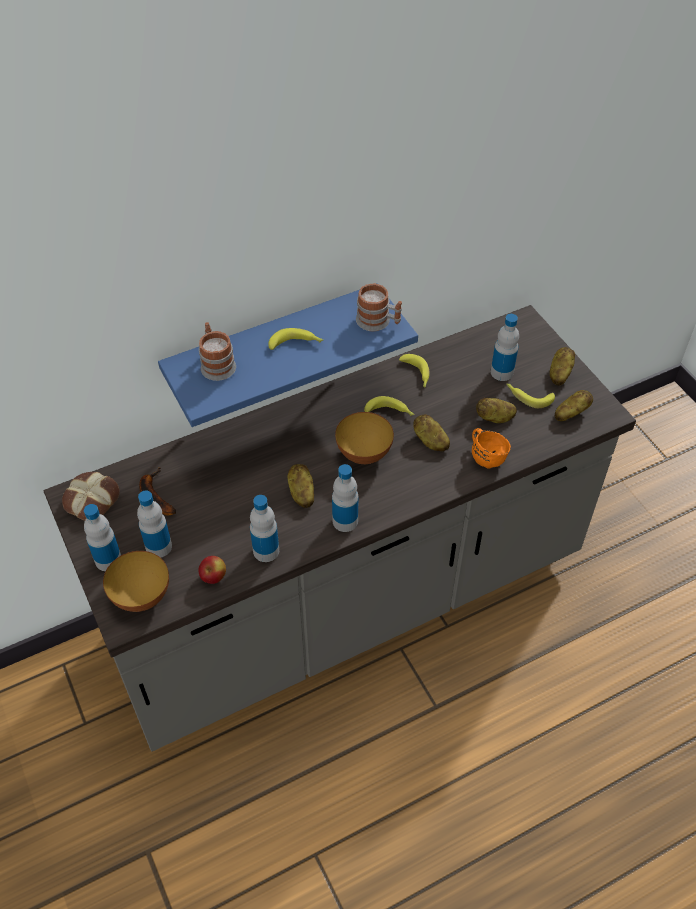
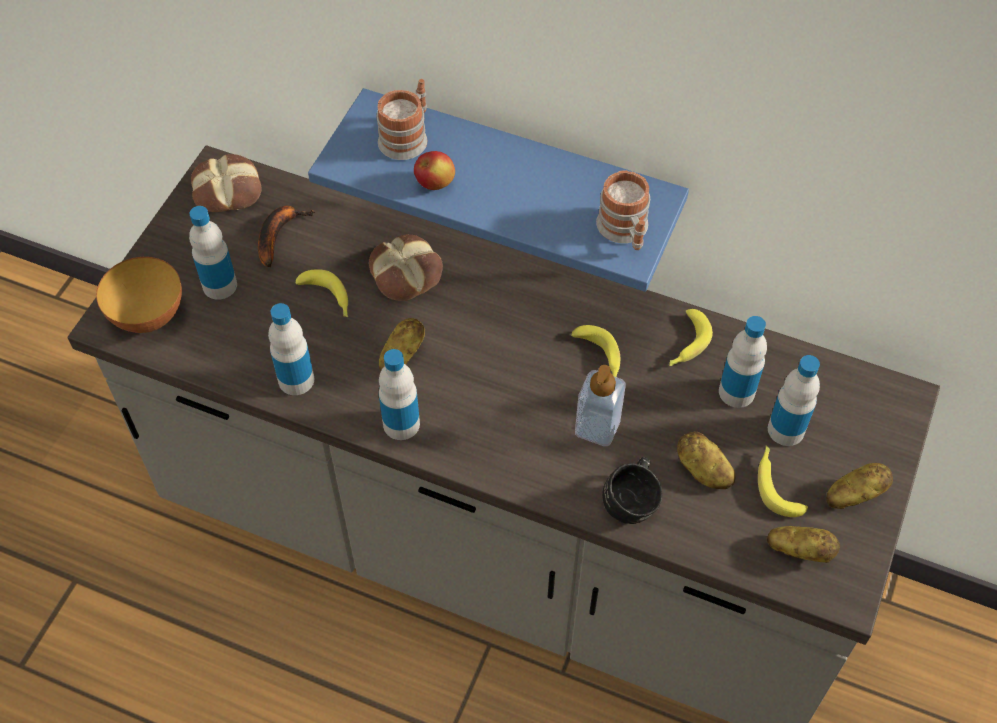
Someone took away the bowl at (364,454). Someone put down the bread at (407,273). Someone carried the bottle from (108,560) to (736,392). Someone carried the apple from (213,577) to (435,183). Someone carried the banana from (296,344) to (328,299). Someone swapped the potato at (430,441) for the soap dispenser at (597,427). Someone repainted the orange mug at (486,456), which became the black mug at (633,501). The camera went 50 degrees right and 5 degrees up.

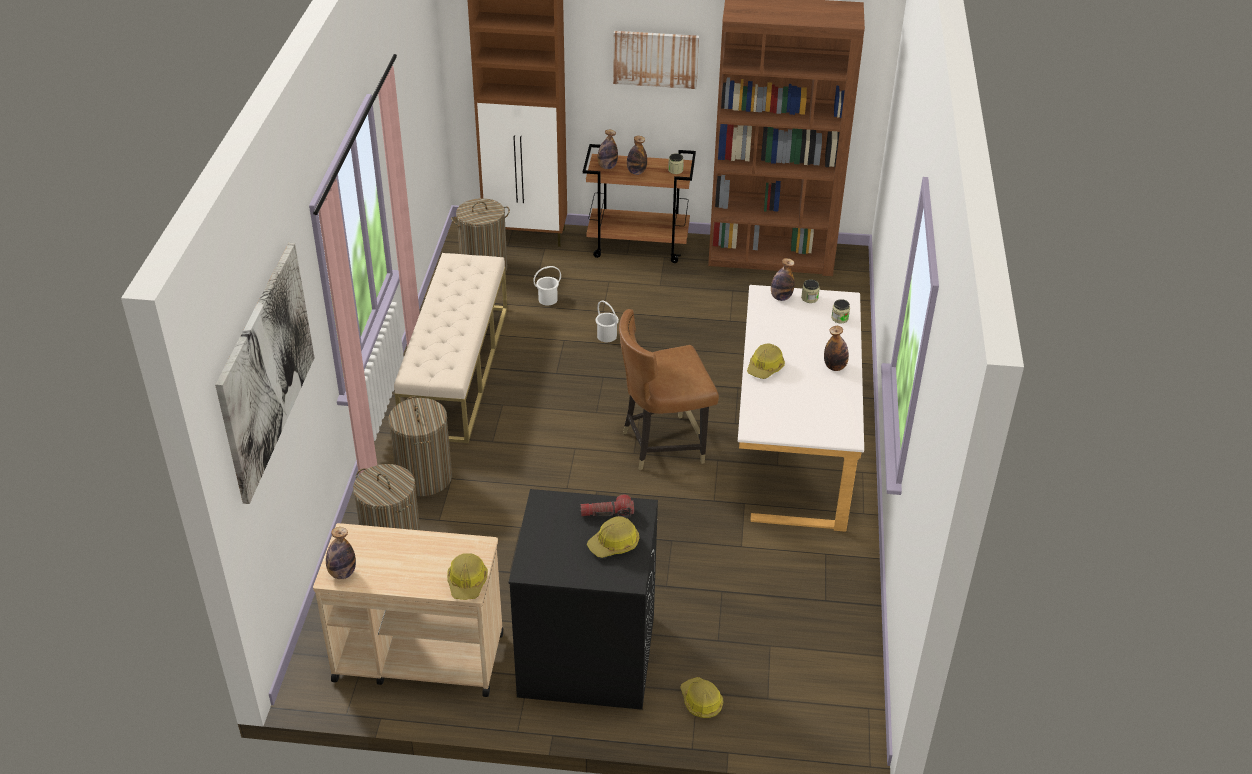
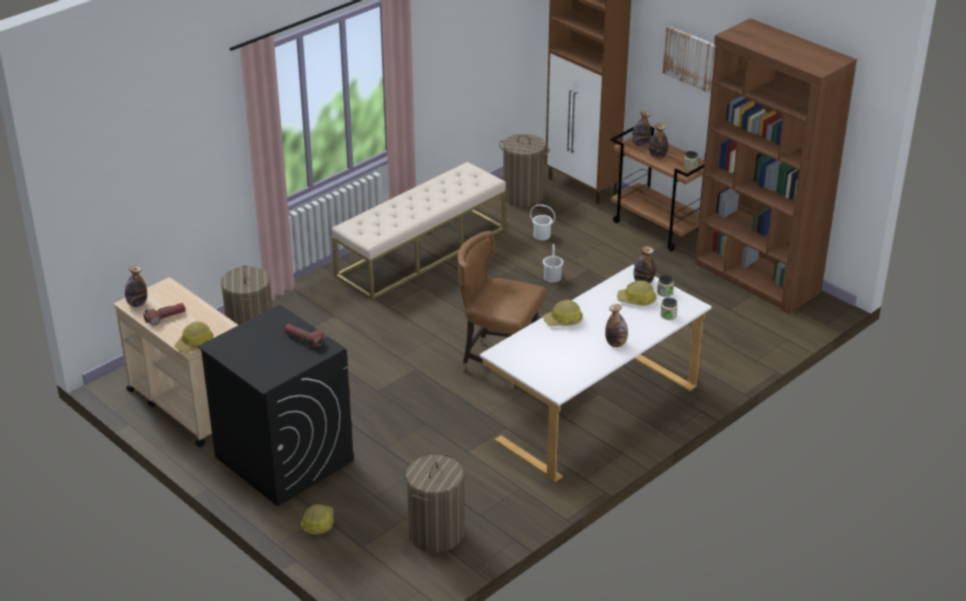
Someone took away the picture at (266,369). Someone put down the flashlight at (165,318). Someone carried the laundry basket from (424,477) to (436,534). Someone carried the hard hat from (614,544) to (637,300). The camera went 40 degrees right and 5 degrees down.

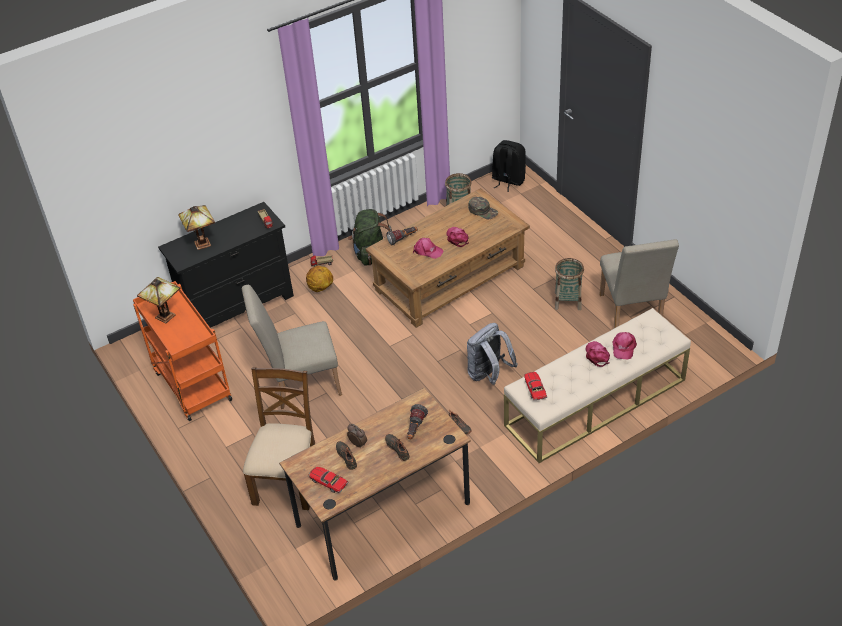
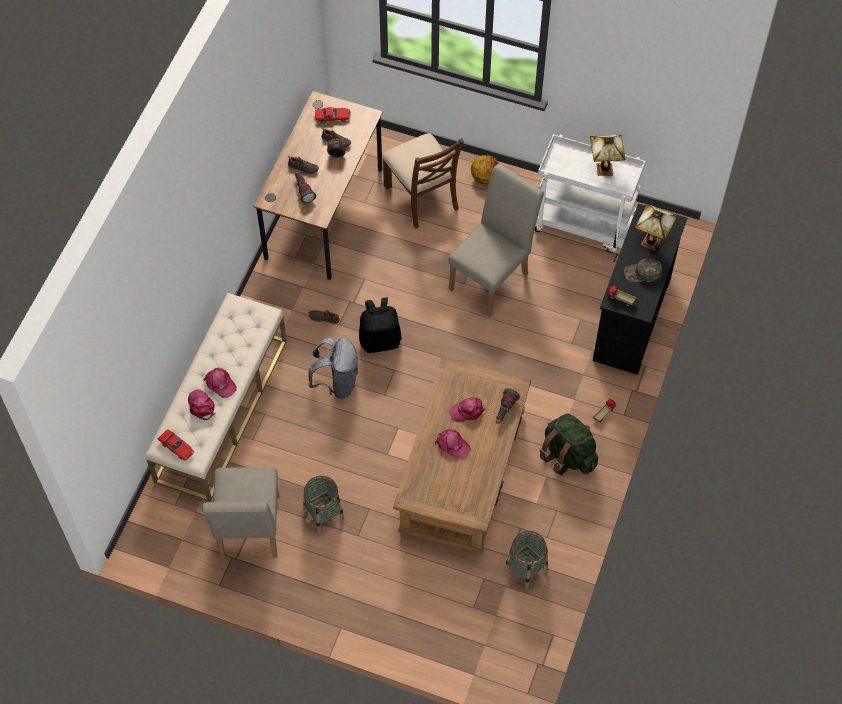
Someone carried the basketball from (320,288) to (485,177). Someone carried the green cap from (483,211) to (642,273). Someone carried the black backpack from (508,180) to (380,340). Someone carried the toy car from (535,388) to (177,447). Someone repainted the orange cart at (191,385), which became the white cart at (584,224). Someone rotated the beige chair at (631,315) by 135 degrees counterclockwise. The camera went 140 degrees right and 15 degrees up.

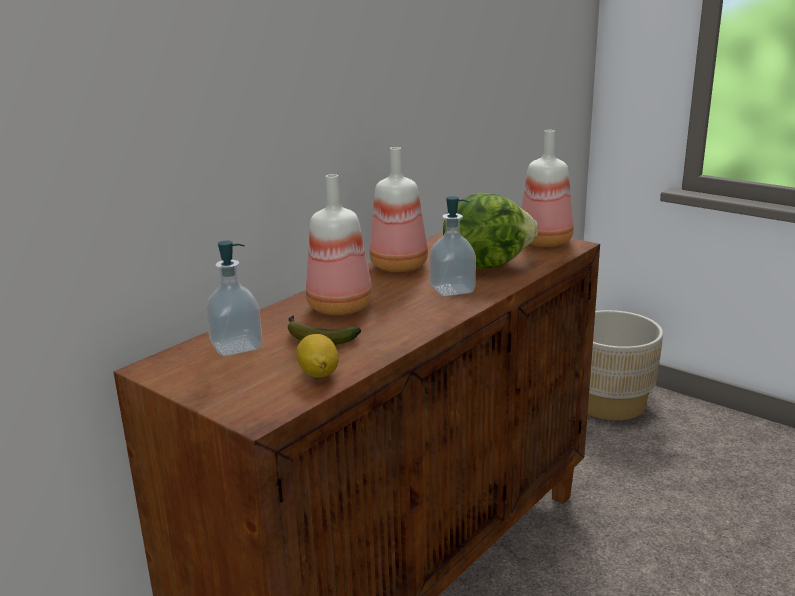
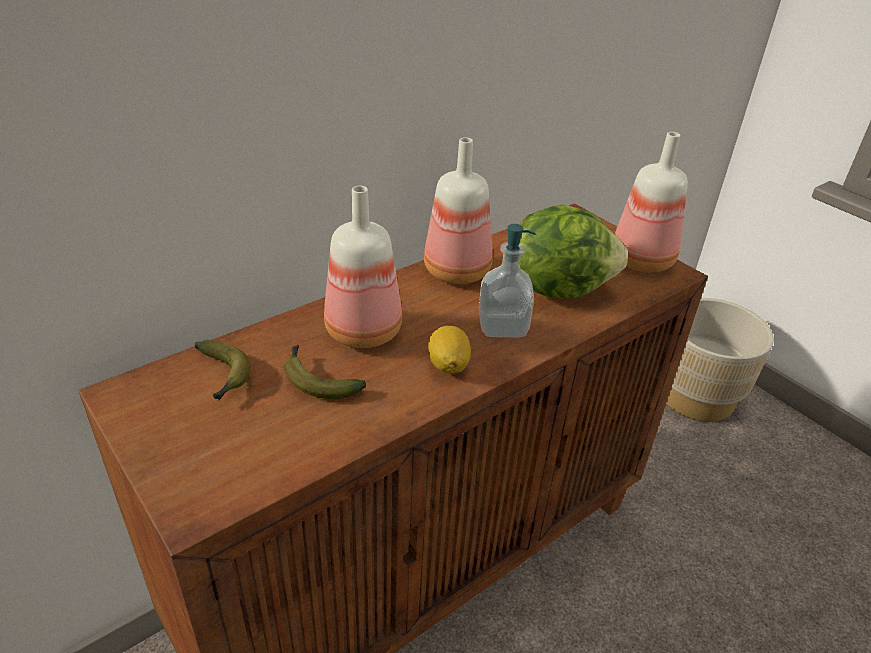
Someone carried the lemon from (318,373) to (448,365). Someone swapped the soap dispenser at (236,346) for the banana at (223,376). The camera went 10 degrees right and 15 degrees up.

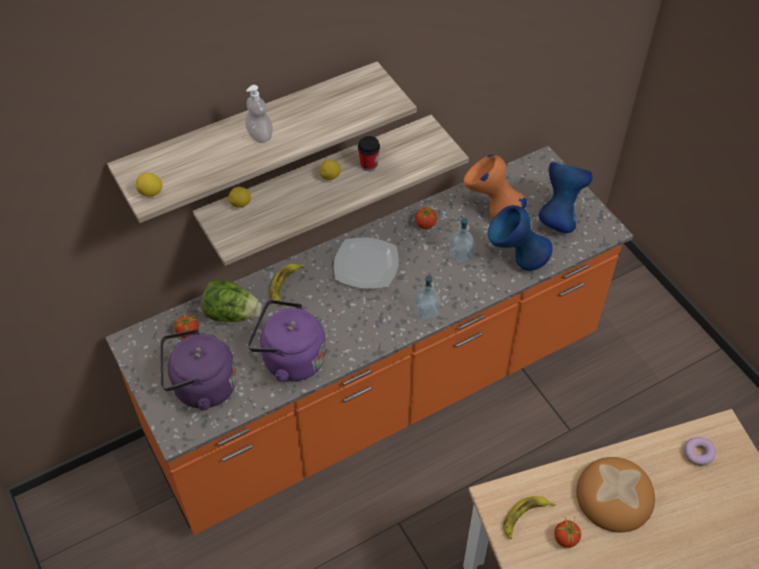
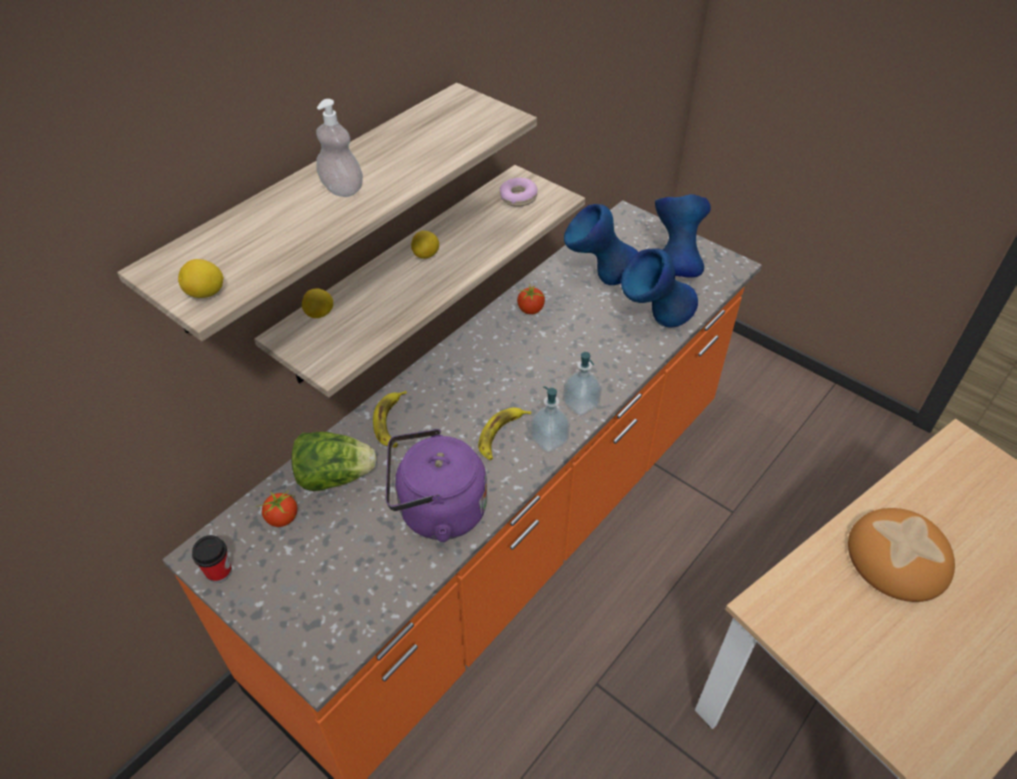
Someone took away the purple kettle at (201,387). Someone took away the plate at (365,265). Someone took away the tomato at (565,538). Someone carried the cup from (369,165) to (219,572). Someone carried the soap dispenser from (461,254) to (549,440). Someone carried the banana from (525,517) to (501,435). Someone carried the donut from (698,453) to (518,197). Someone repainted the orange vase at (492,212), which became the blue vase at (599,278). The camera went 20 degrees left and 5 degrees down.

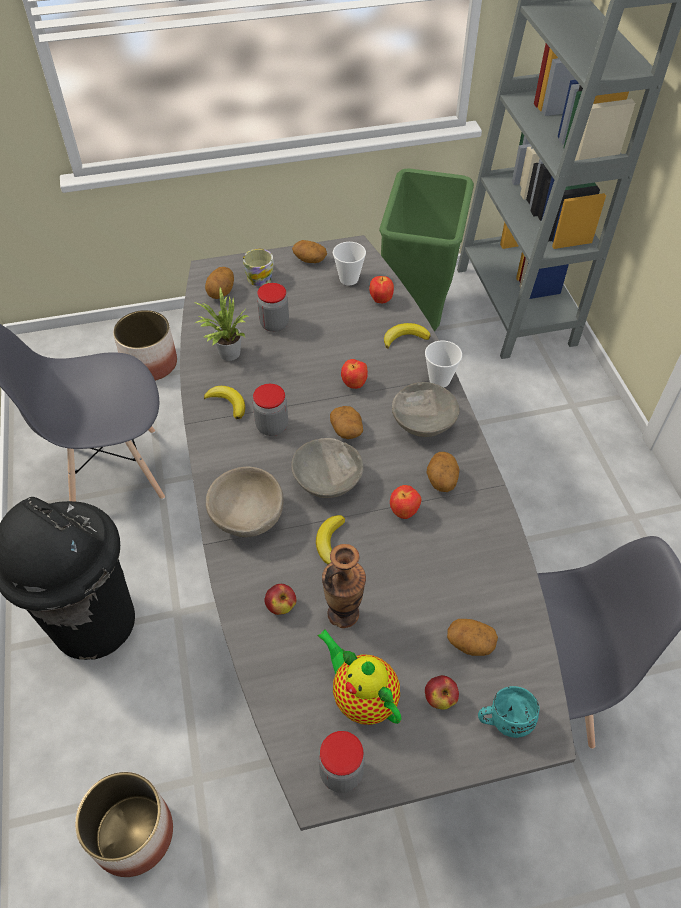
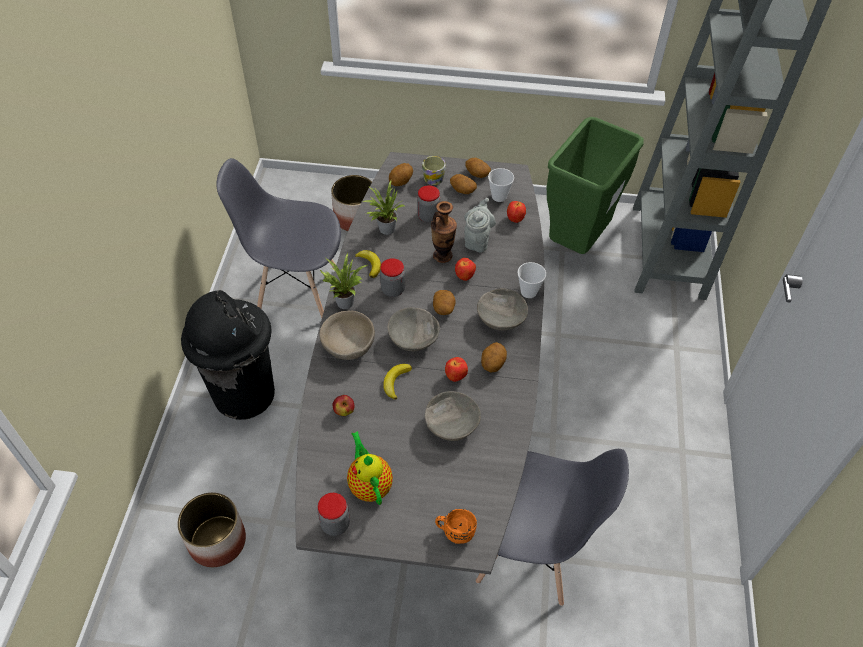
Someone took away the banana at (405,338). Someone took away the apple at (440,698). Someone put down the potted plant at (344,301). Someone put down the grey bowl at (451,426). Someone put down the grey teapot at (477,240). Someone carried the vase from (343,613) to (442,255). Someone carried the potato from (470,643) to (462,189). Someone repainted the turquoise mug at (504,718), which became the orange mug at (455,530). The camera went 20 degrees right and 0 degrees up.

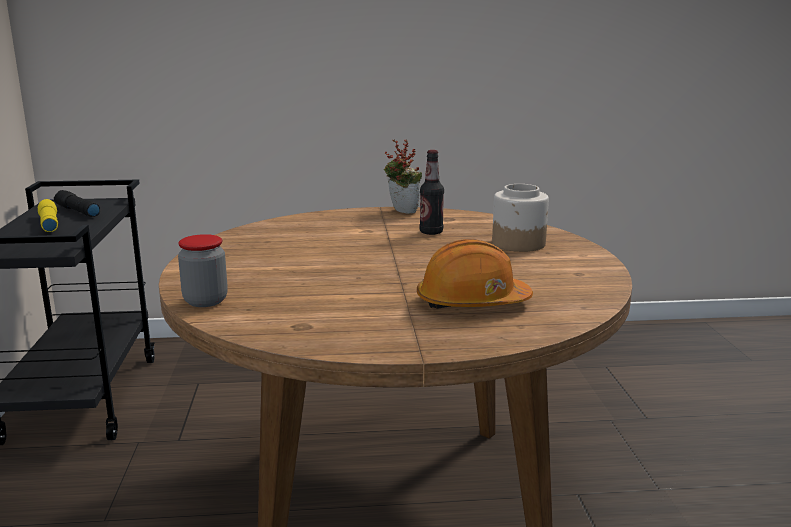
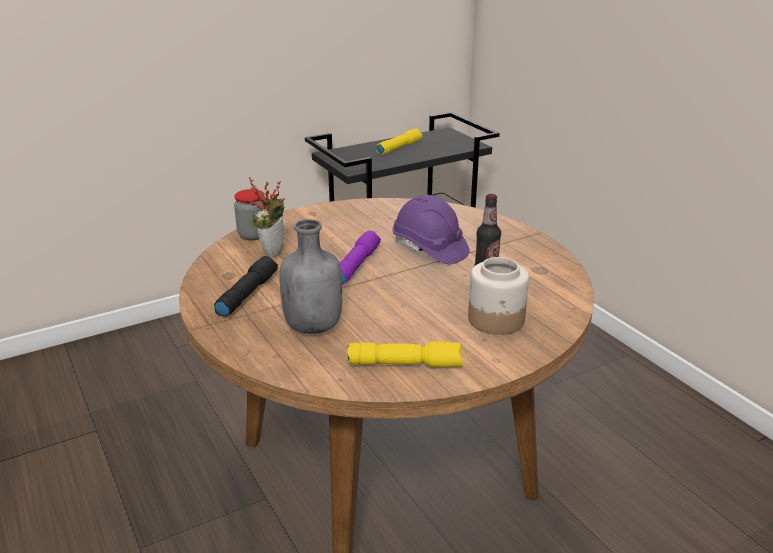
Someone put down the purple flashlight at (355,265). Someone put down the yellow flashlight at (405,363). Someone put down the purple hard hat at (429,249). Someone carried the black flashlight from (77,211) to (246,294). Someone carried the potted plant from (401,212) to (271,251). Someone swapped the orange hard hat at (471,303) for the grey bottle at (313,326). The camera went 65 degrees right and 10 degrees up.

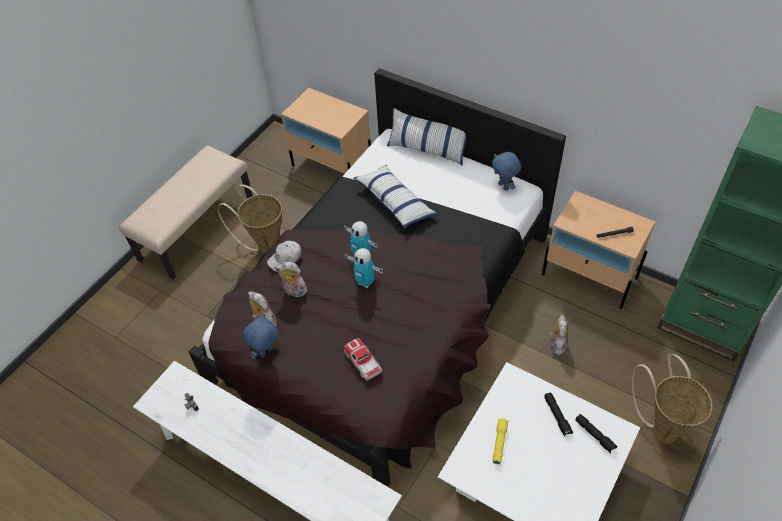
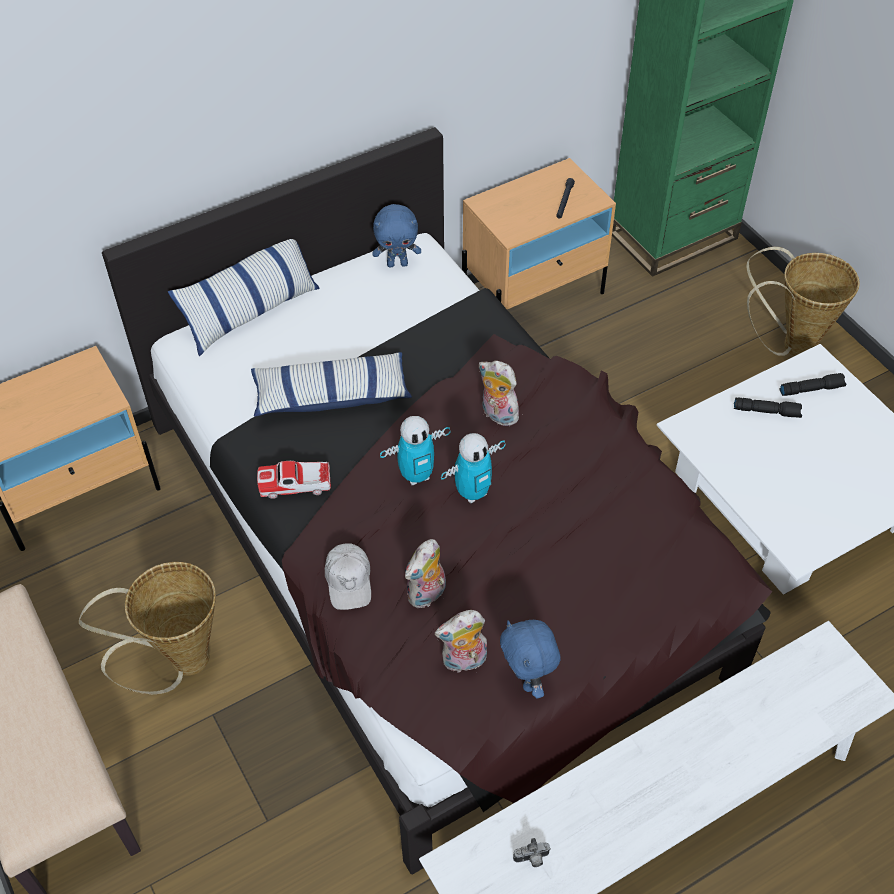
Someone took away the yellow flashlight at (499,442). Someone carried the toy car from (363,362) to (295,484). Someone carried the plush toy from (556,344) to (497,415). The camera went 65 degrees left and 0 degrees up.

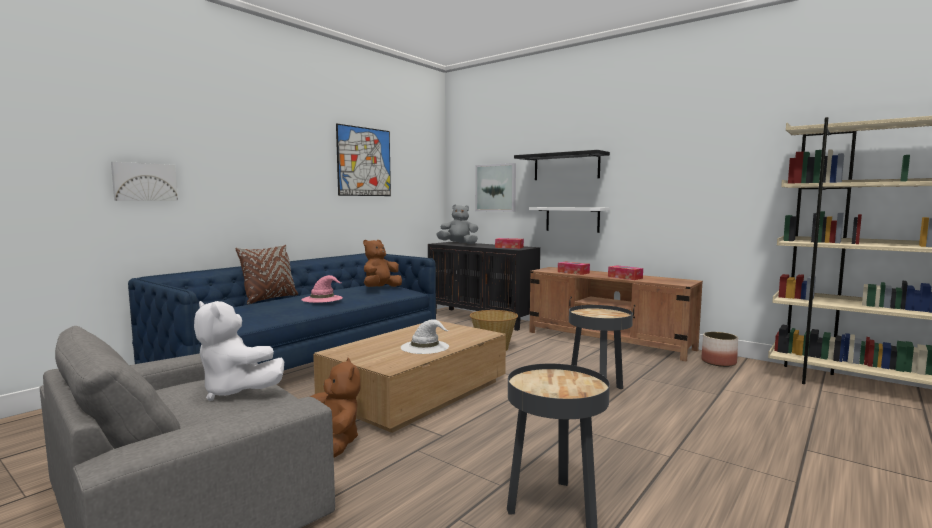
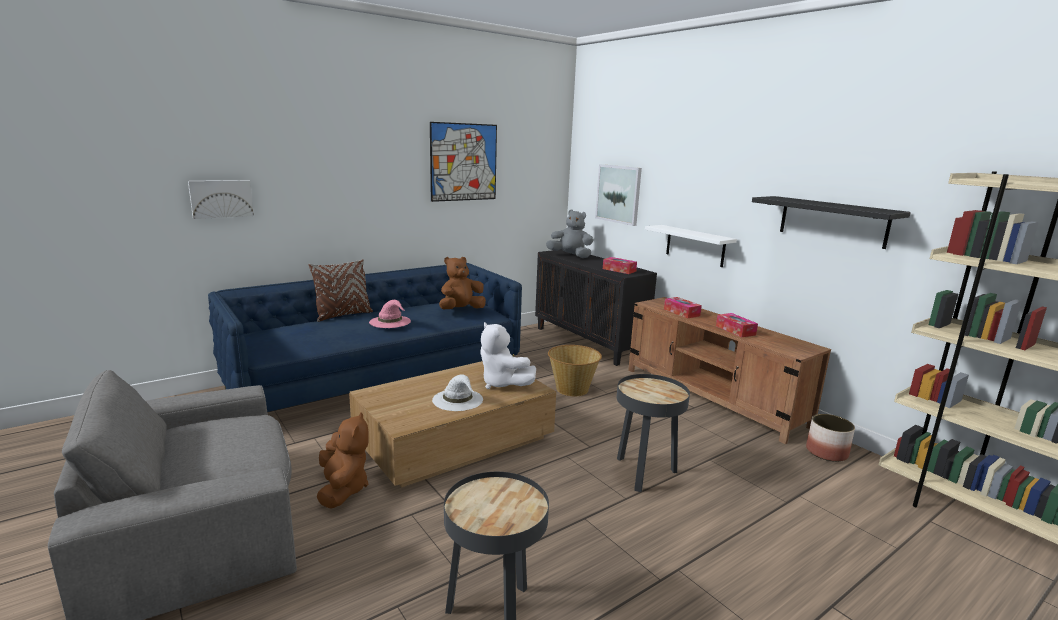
Someone carried the white plush toy from (236,391) to (502,383). Someone carried the black shelf from (566,167) to (832,221). The camera went 15 degrees right and 10 degrees up.

